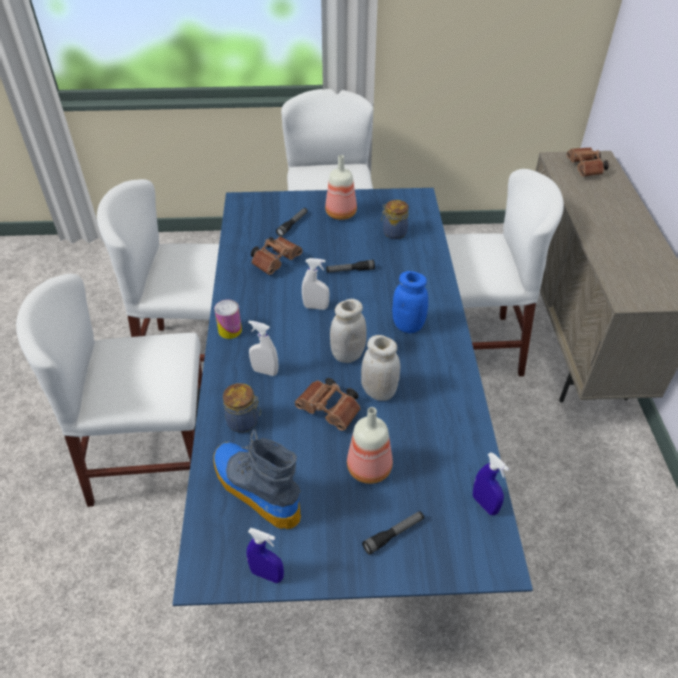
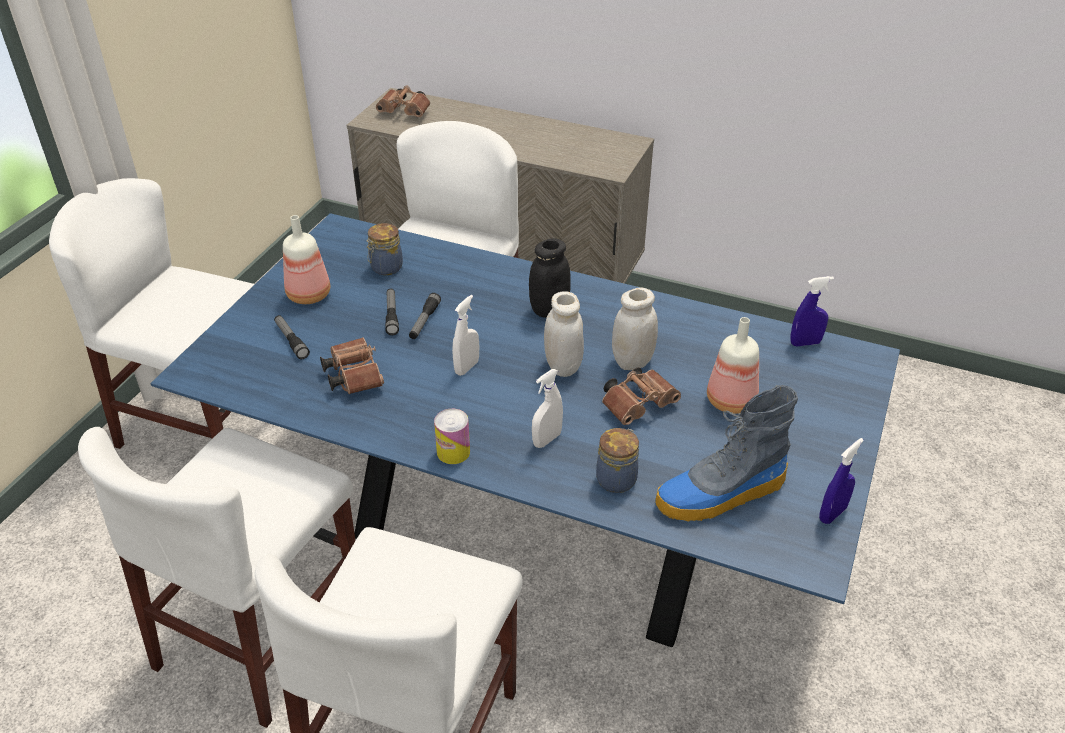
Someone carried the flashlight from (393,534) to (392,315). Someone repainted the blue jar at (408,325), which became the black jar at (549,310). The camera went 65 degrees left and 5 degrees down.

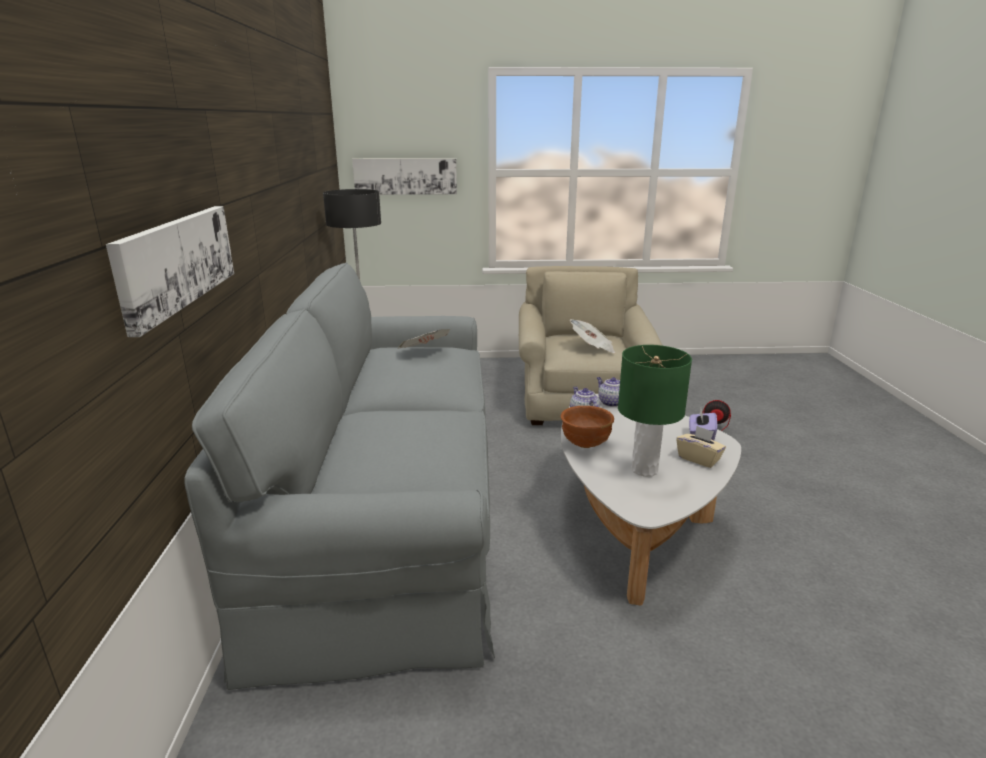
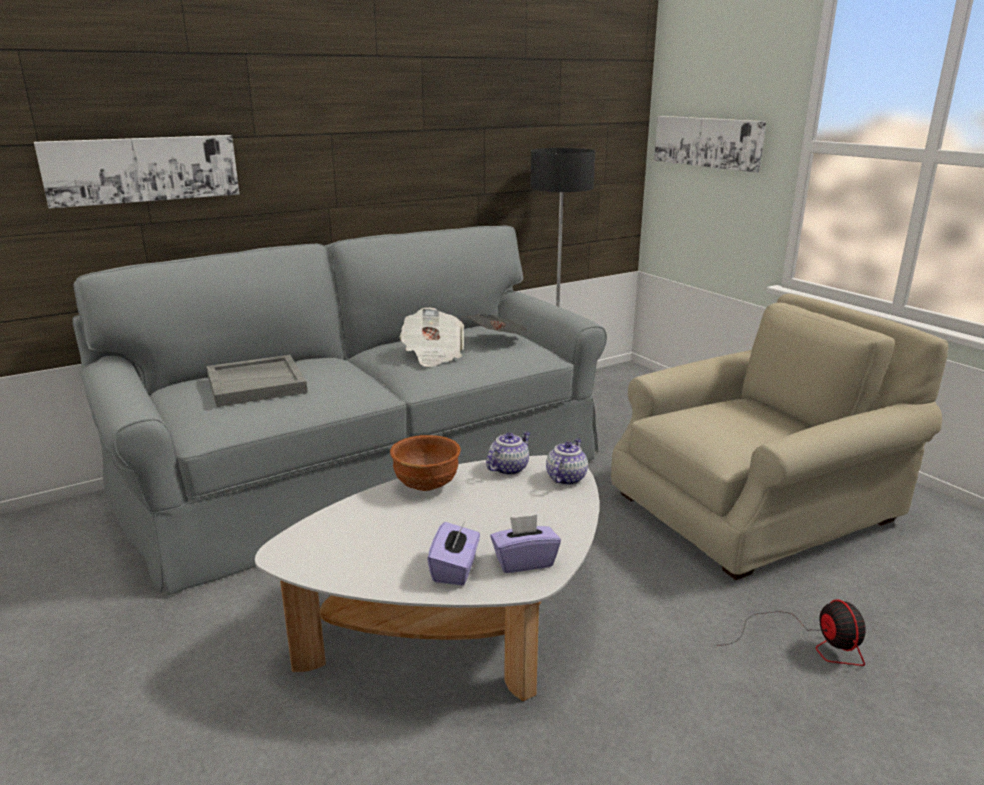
Someone took away the green table lamp at (644,470). Someone put down the grey tray at (257,384). Someone carried the newspaper from (592,348) to (433,355). Someone repainted the beige tissue box at (699,459), which became the purple tissue box at (455,569). The camera went 60 degrees right and 0 degrees up.

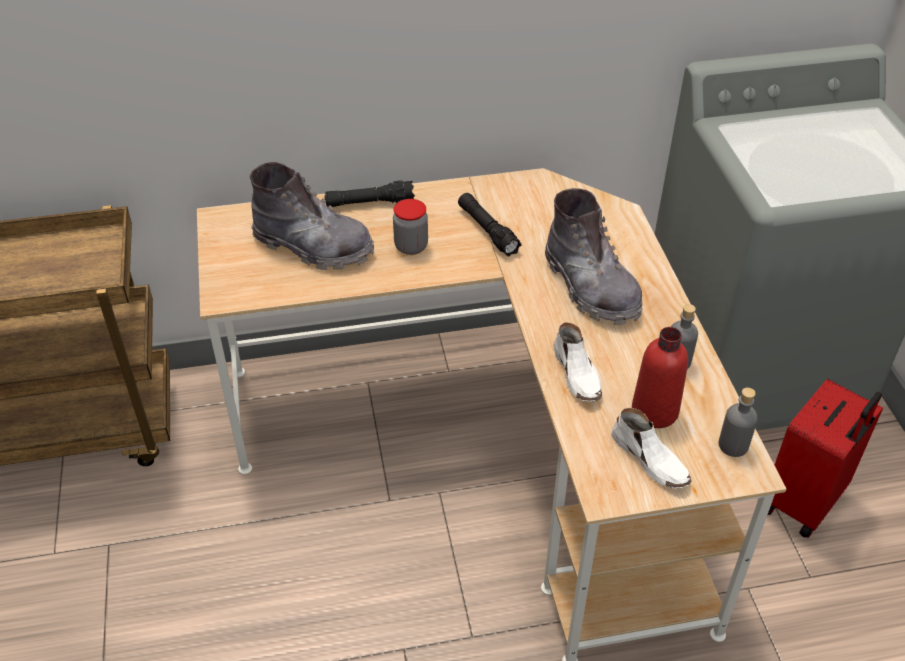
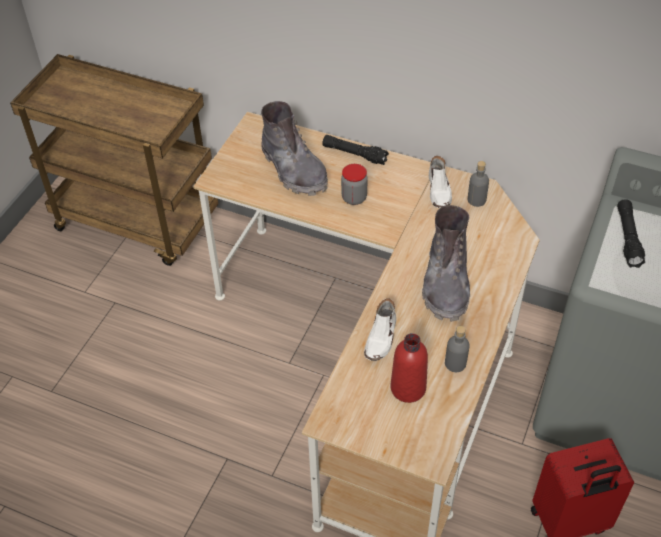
Someone carried the black flashlight from (487,231) to (628,238). Someone carried the white shoe from (650,459) to (439,191). Someone carried the grey bottle from (733,445) to (476,200). The camera went 35 degrees right and 5 degrees up.

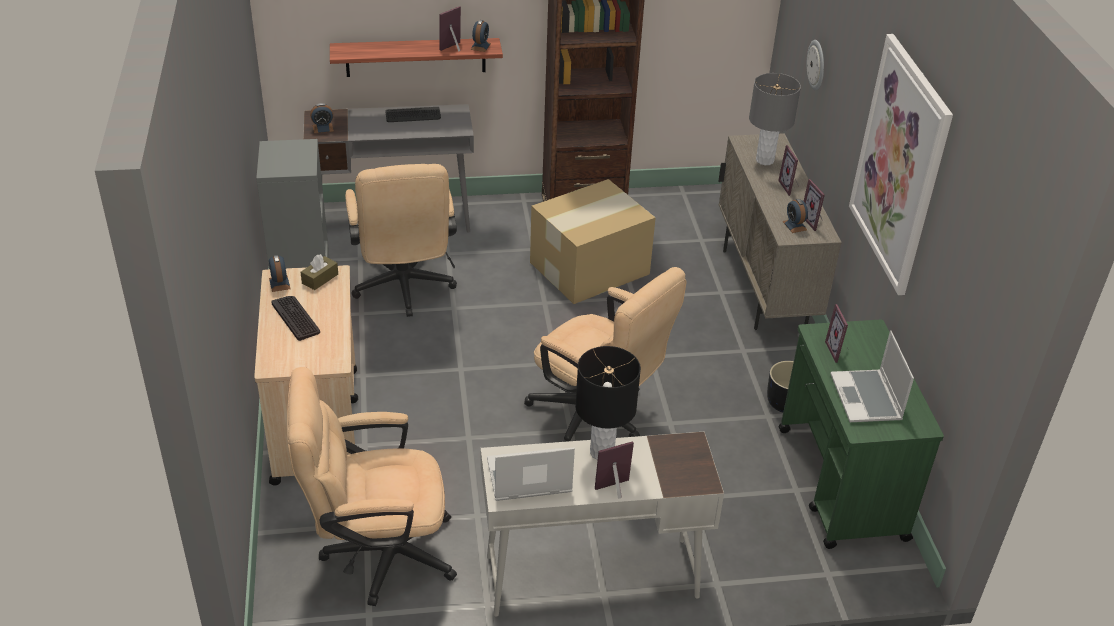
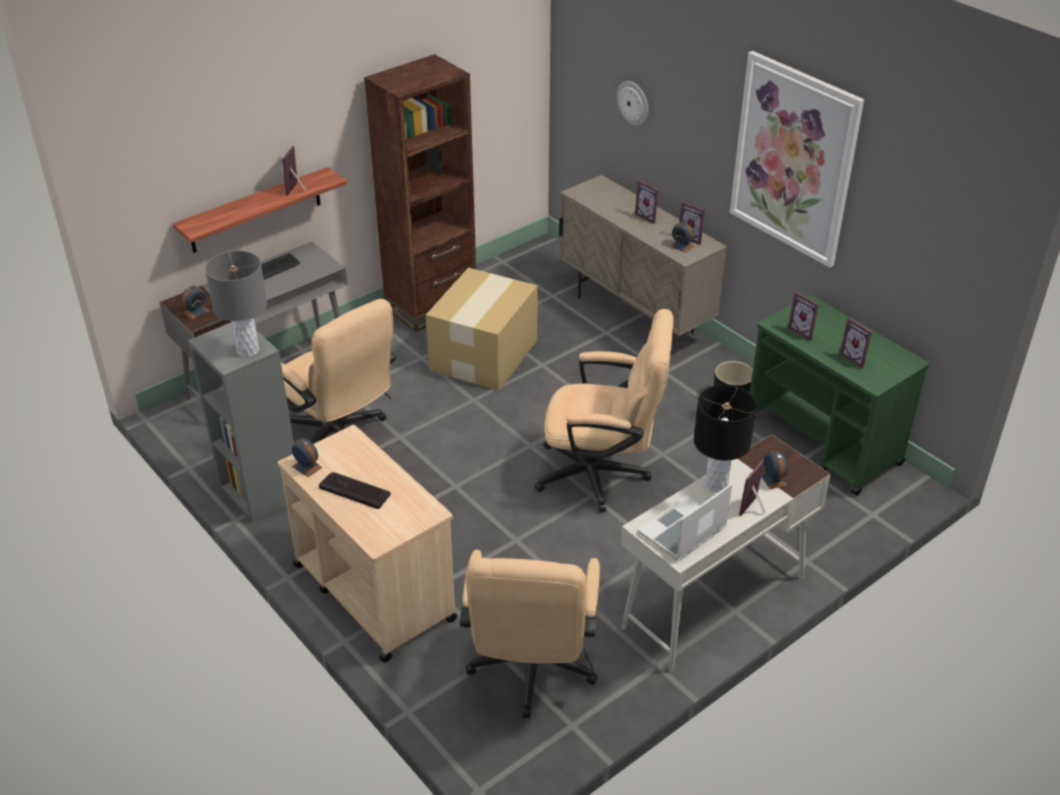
Someone took away the brown tissue box at (320,279). Someone carried the alarm clock from (480,46) to (773,479). Someone carried the grey table lamp from (765,160) to (248,351). Someone swapped the laptop at (867,398) for the picture frame at (856,358). Someone rotated the beige office chair at (377,553) by 45 degrees counterclockwise. The camera went 30 degrees left and 0 degrees up.

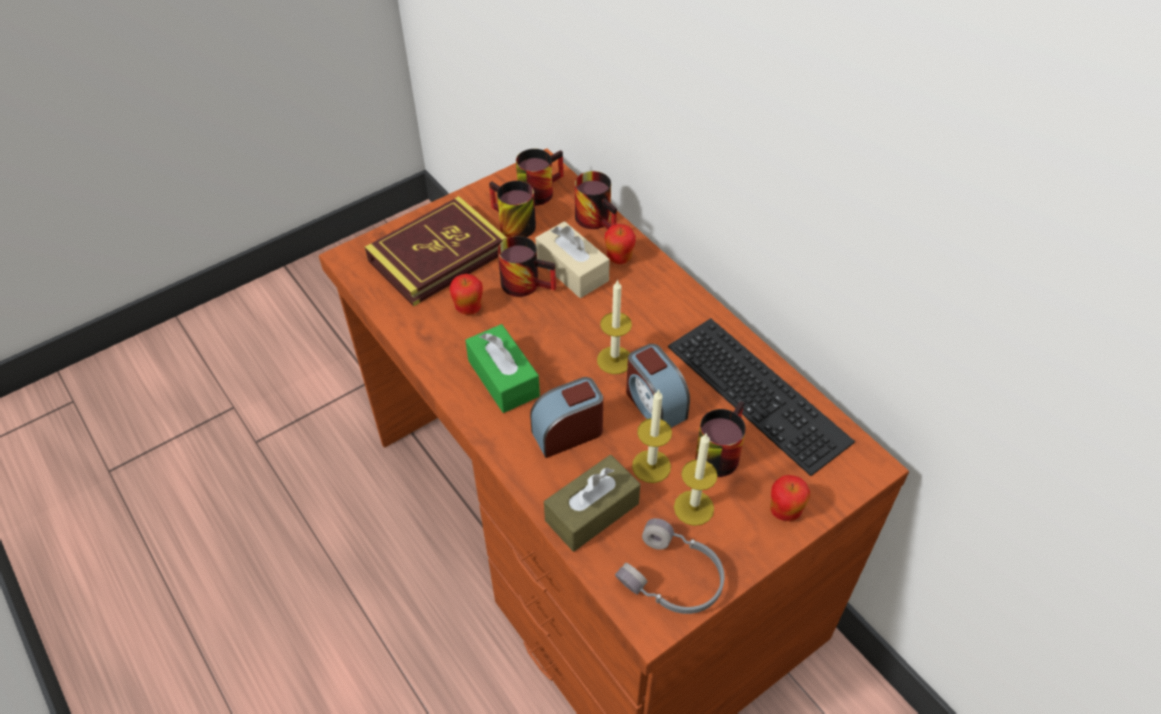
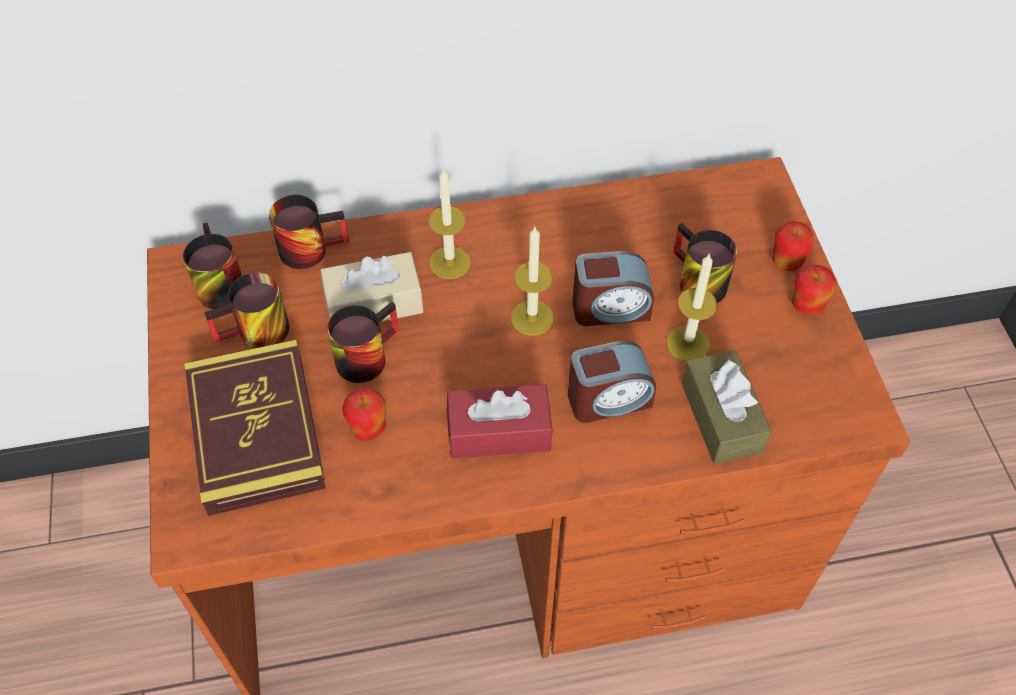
Someone took away the grey headphones at (673,579). Someone took away the keyboard at (761,392). Someone carried the apple from (619,258) to (806,305). Someone carried the candle from (693,507) to (450,262). Someone repainted the green tissue box at (503,378), which became the red tissue box at (499,432). Someone rotated the alarm clock at (568,432) by 105 degrees counterclockwise. The camera went 65 degrees left and 5 degrees up.

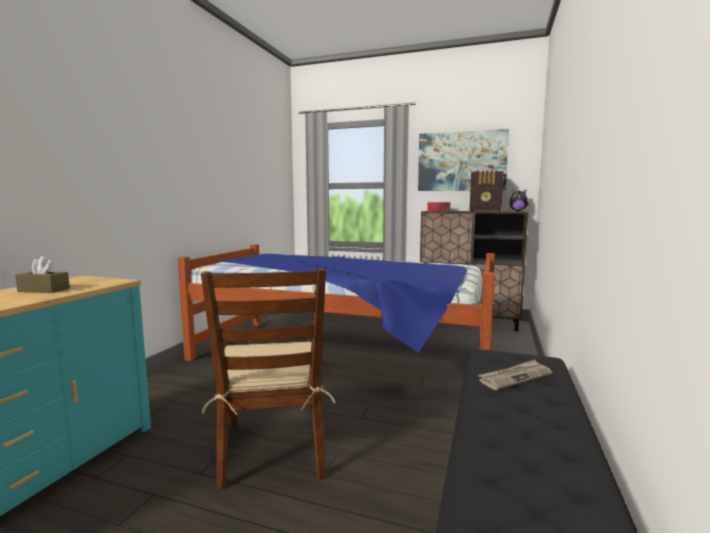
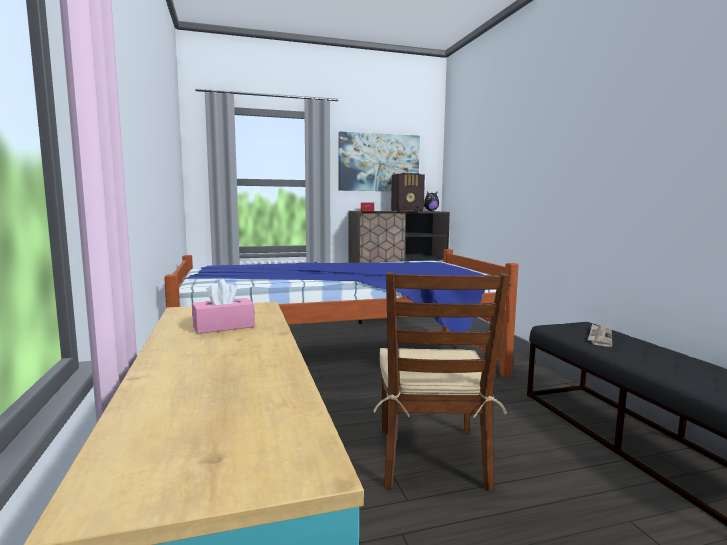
Someone repainted the brown tissue box at (44,290), which became the pink tissue box at (224,326). Someone rotated the brown chair at (274,450) by 45 degrees clockwise. The camera went 35 degrees left and 0 degrees up.

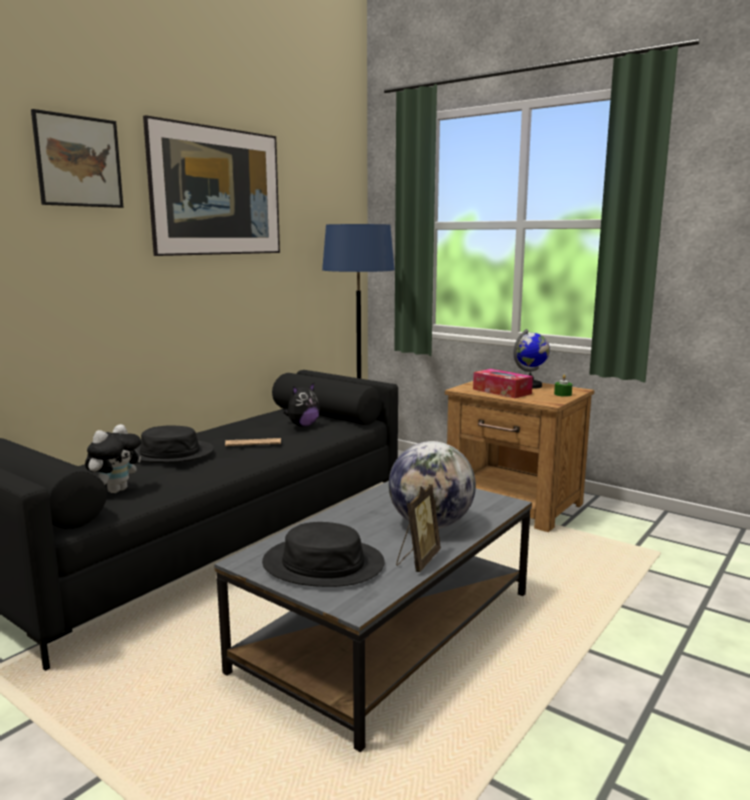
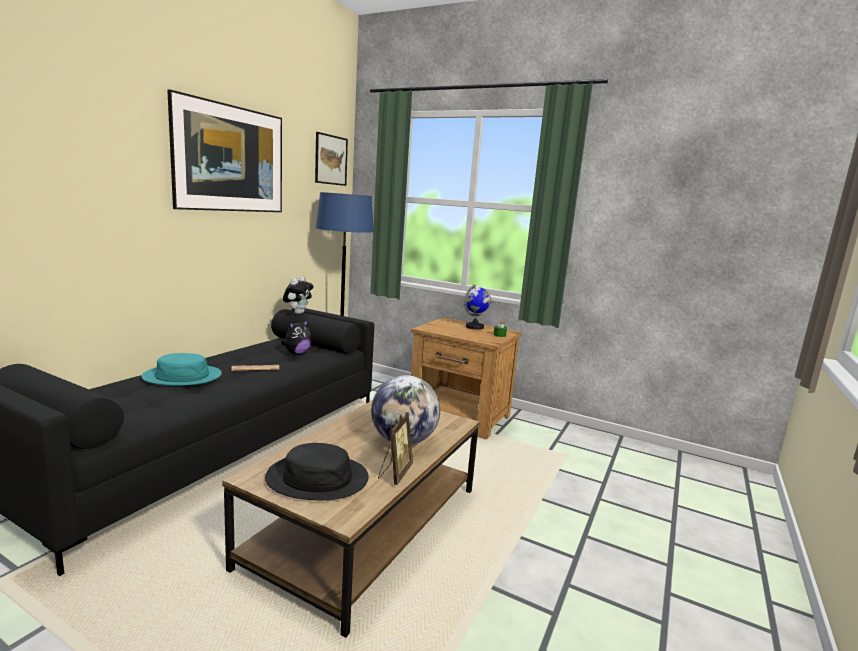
Someone took away the tissue box at (502,391). Someone carried the picture from (78,161) to (331,160). Someone carried the plush toy from (116,490) to (298,313). Someone repainted the black hat at (170,453), which became the turquoise hat at (182,376). Someone repainted the grey coffee table at (390,629), which became the brown coffee table at (367,524). The camera went 10 degrees left and 0 degrees up.

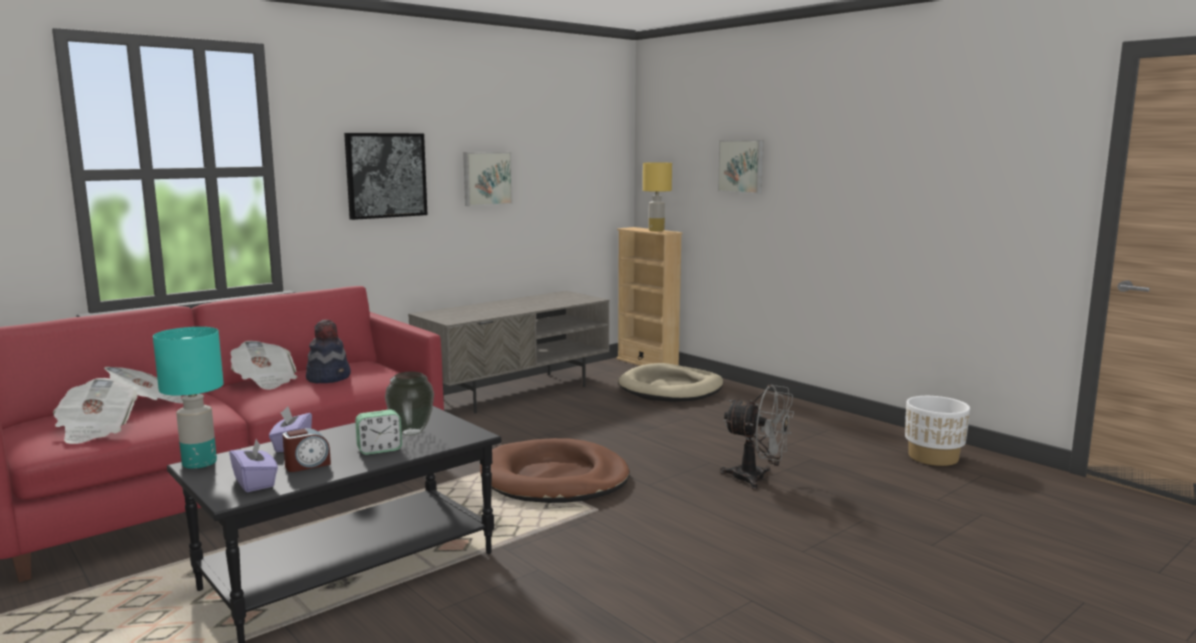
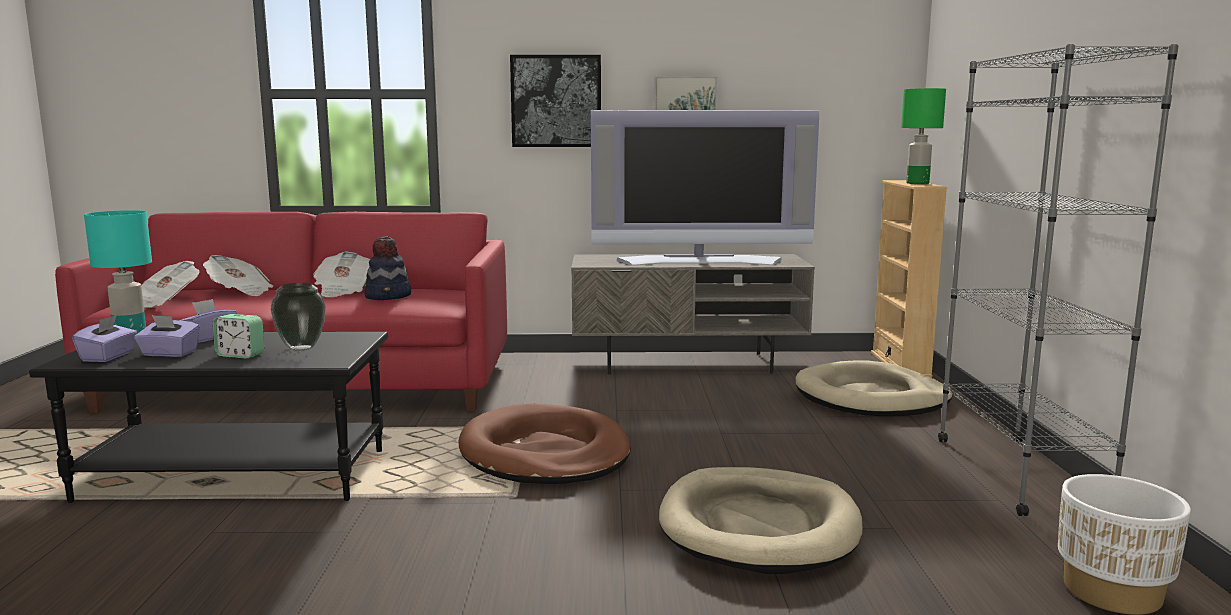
Someone took away the picture at (742,166). Someone put down the television at (700,261). Someone put down the grey bookcase at (1019,473). Someone swapped the alarm clock at (307,465) for the purple tissue box at (169,353). Someone swapped the grey fan at (757,479) for the beige dog bed at (759,526). Someone repainted the yellow table lamp at (656,230), which became the green table lamp at (917,183). The camera went 40 degrees right and 0 degrees up.

